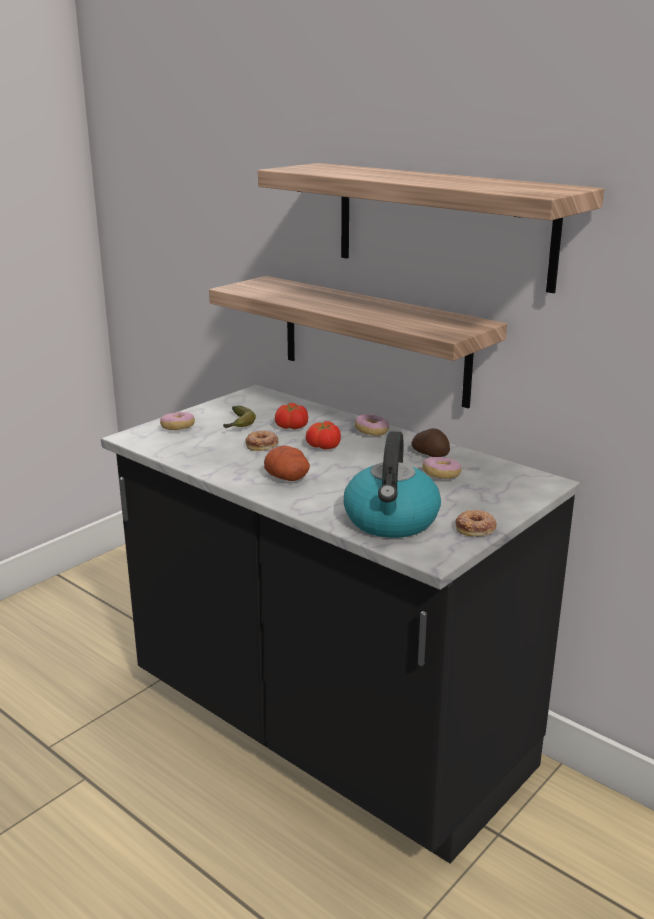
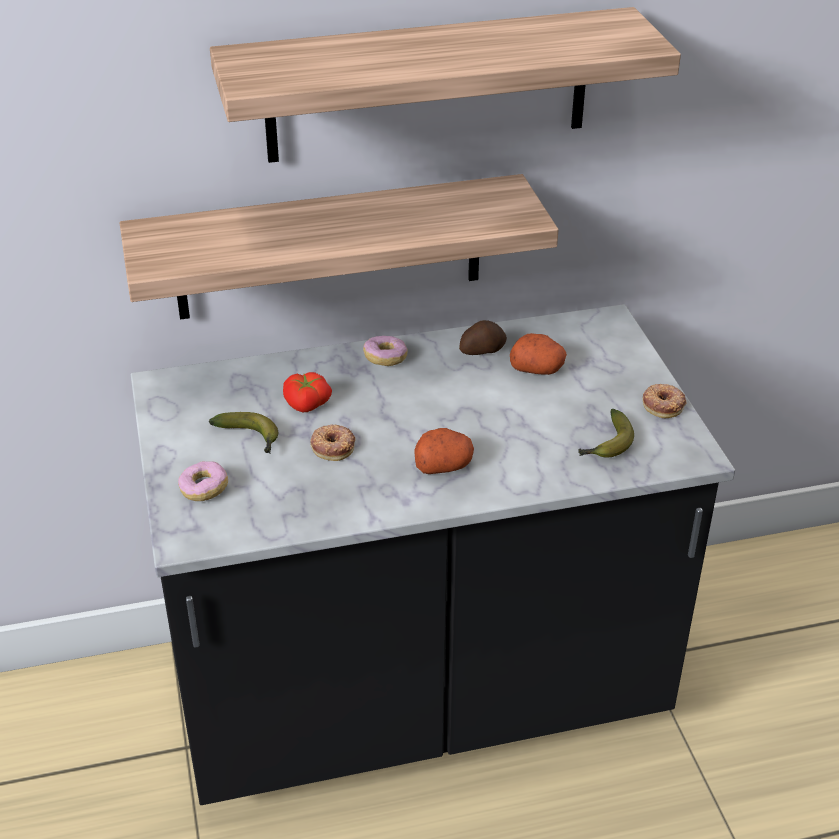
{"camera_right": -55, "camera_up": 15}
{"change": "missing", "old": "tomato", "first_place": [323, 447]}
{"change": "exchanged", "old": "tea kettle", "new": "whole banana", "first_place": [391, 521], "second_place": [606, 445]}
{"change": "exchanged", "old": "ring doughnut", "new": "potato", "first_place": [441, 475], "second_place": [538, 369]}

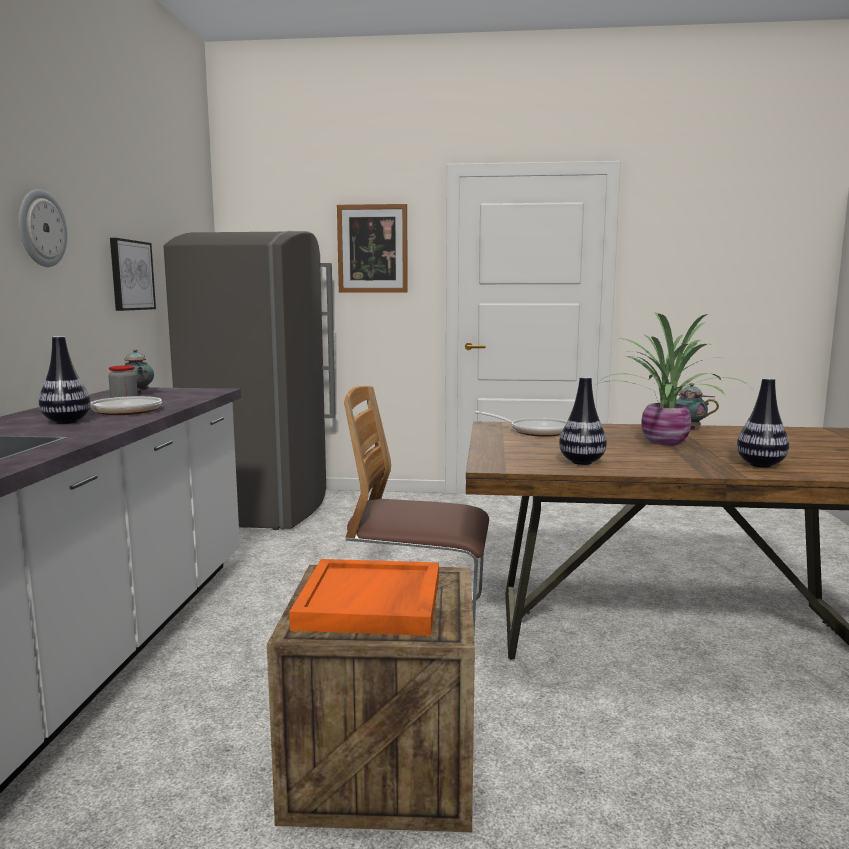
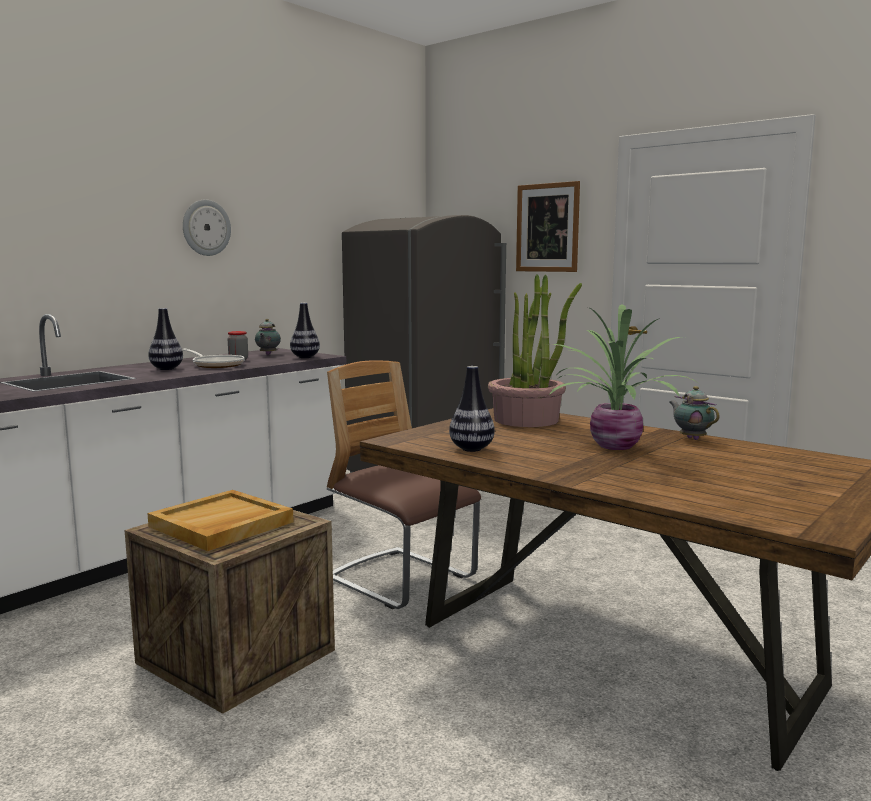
{"camera_right": 35, "camera_up": 0}
{"change": "missing", "old": "wall picture", "first_place": [131, 275]}
{"change": "relocated", "old": "vase", "first_place": [761, 465], "second_place": [305, 357]}
{"change": "exchanged", "old": "pan", "new": "houseplant", "first_place": [535, 431], "second_place": [527, 420]}
{"change": "colour", "old": "tray/orange-coloured", "new": "tray/beige", "first_place": [371, 602], "second_place": [221, 525]}

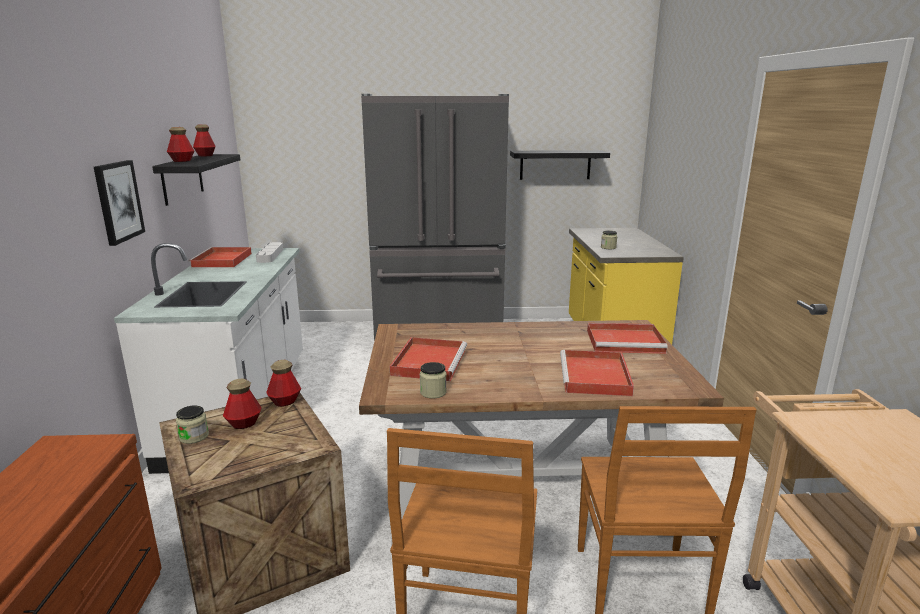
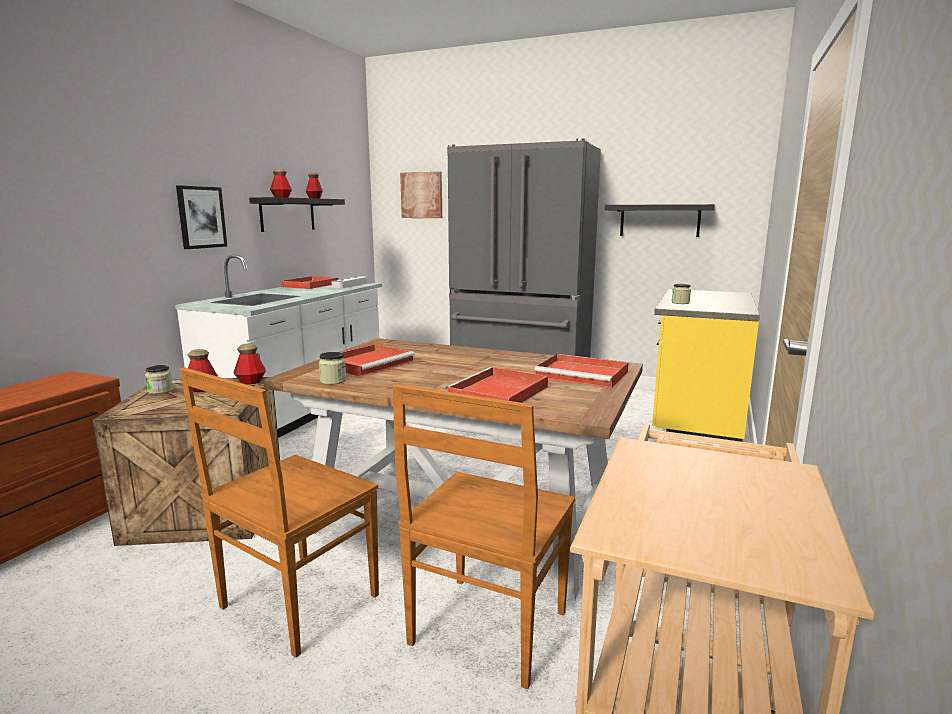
{"camera_right": 25, "camera_up": -5}
{"change": "appeared", "new": "wall picture", "second_place": [422, 195]}

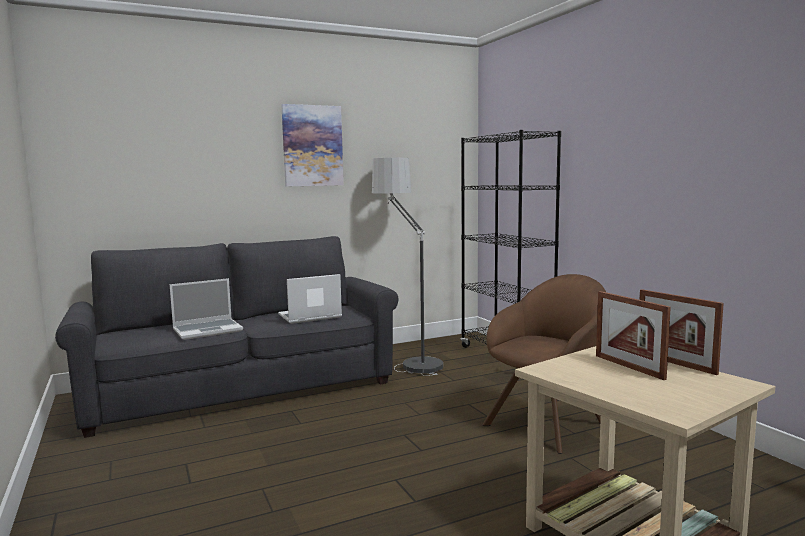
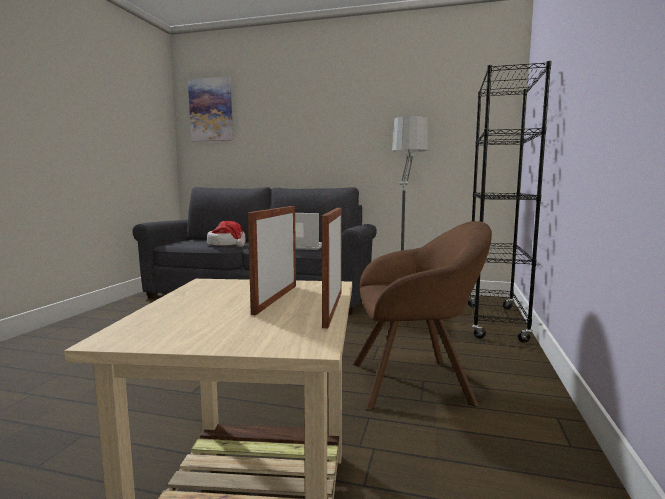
{"camera_right": 40, "camera_up": 0}
{"change": "relocated", "old": "wall picture", "first_place": [312, 146], "second_place": [211, 110]}
{"change": "exchanged", "old": "notebook computer", "new": "wearable hat", "first_place": [208, 330], "second_place": [227, 244]}

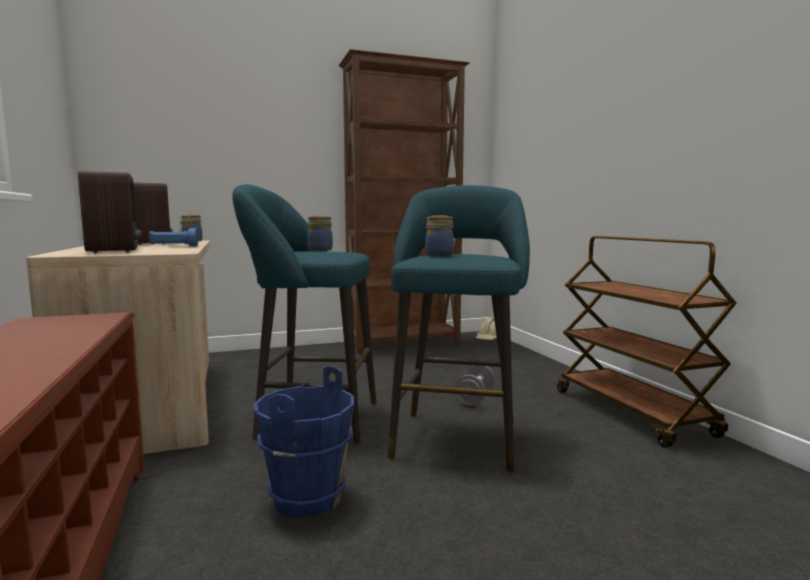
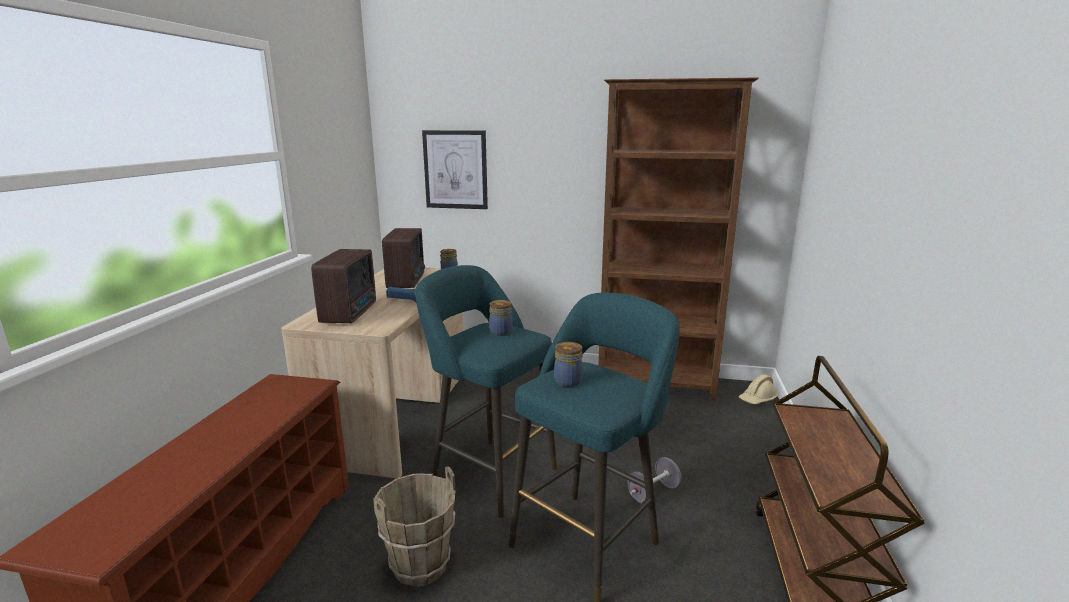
{"camera_right": 30, "camera_up": 10}
{"change": "appeared", "new": "wall picture", "second_place": [455, 170]}
{"change": "colour", "old": "water bucket/blue", "new": "water bucket/brown-coloured", "first_place": [306, 498], "second_place": [419, 565]}

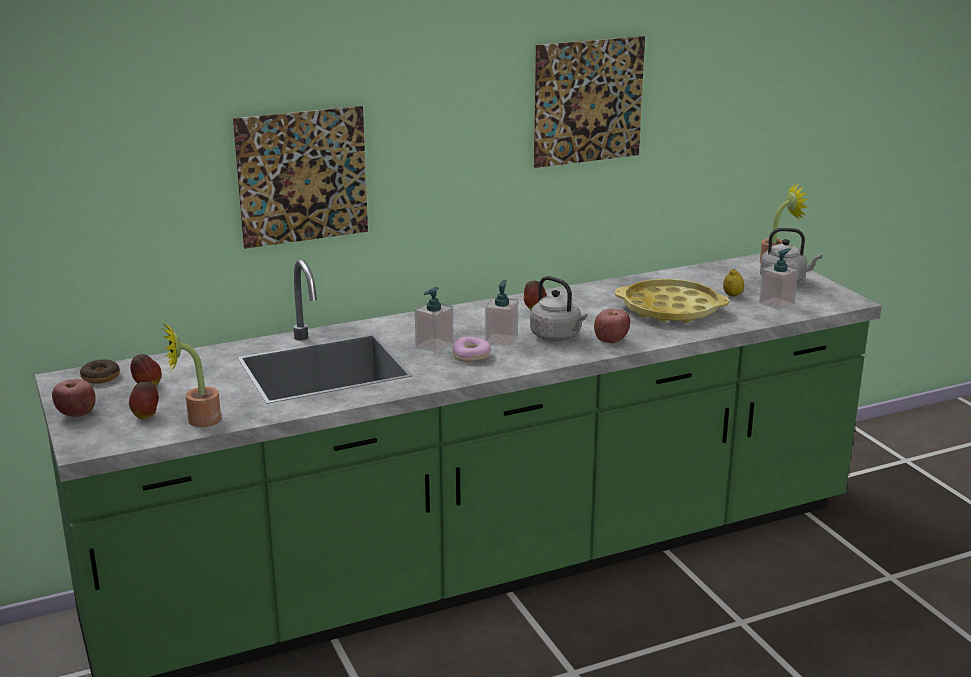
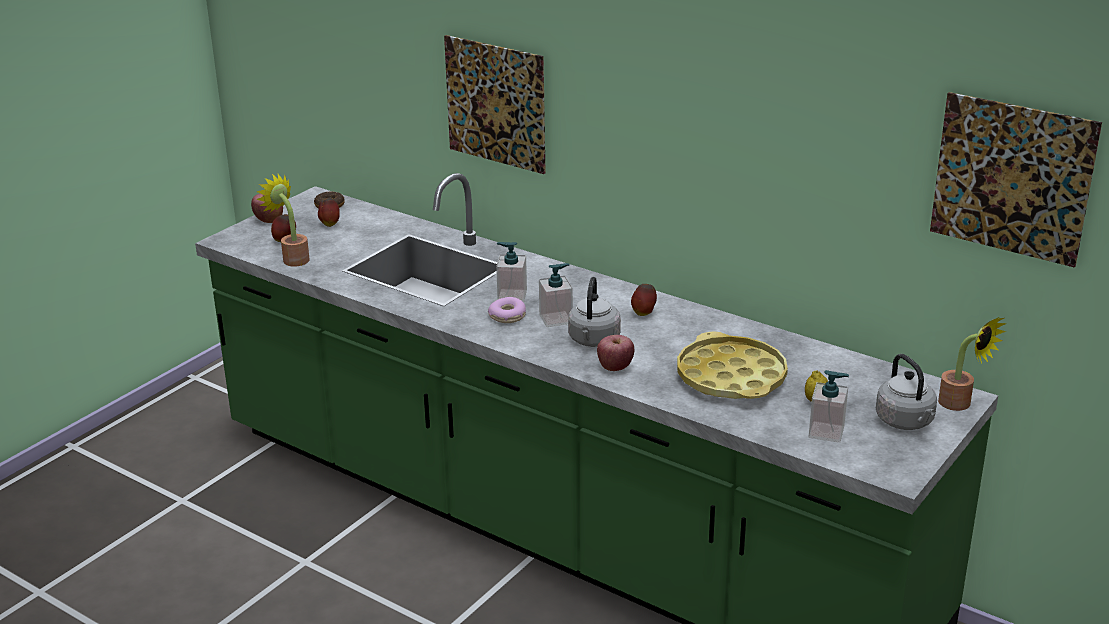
{"camera_right": 60, "camera_up": 5}
{"change": "relocated", "old": "wall picture", "first_place": [588, 101], "second_place": [1012, 178]}

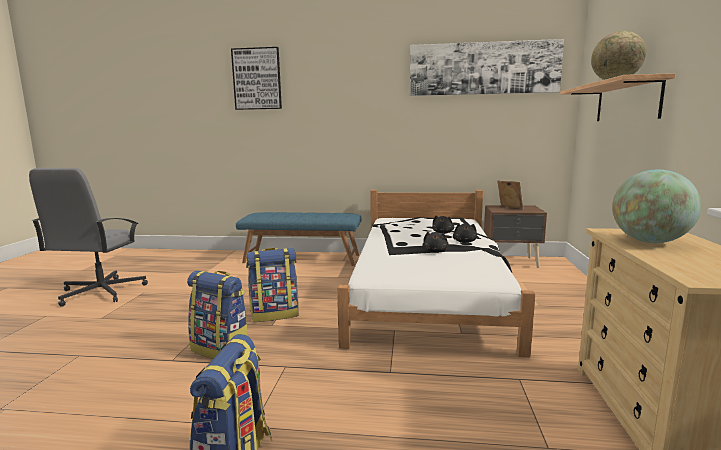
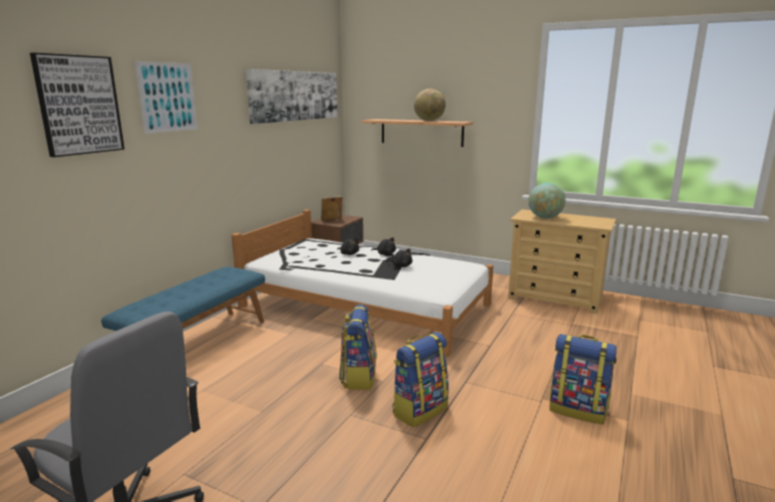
{"camera_right": -70, "camera_up": 5}
{"change": "appeared", "new": "wall picture", "second_place": [167, 97]}

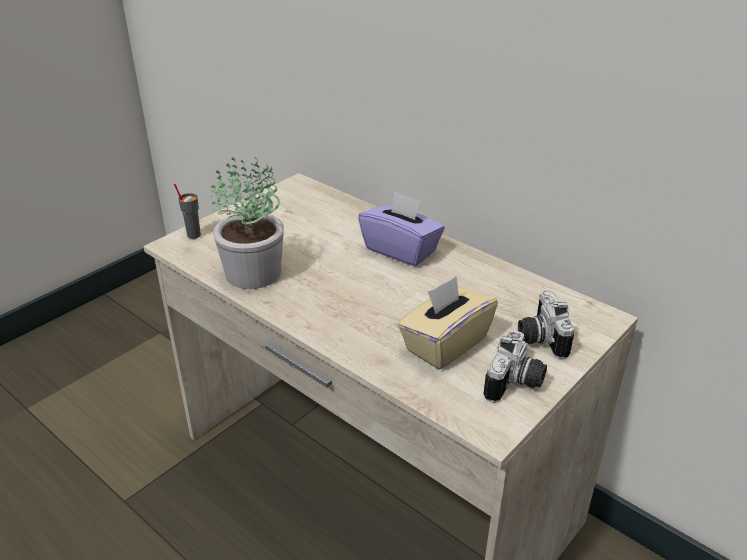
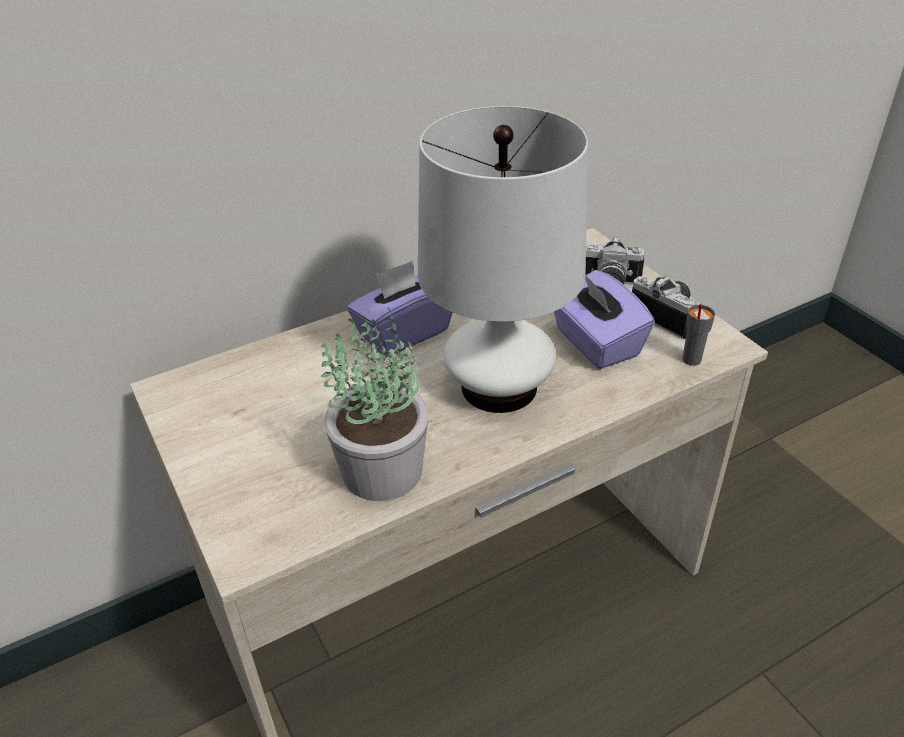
{"camera_right": -70, "camera_up": 5}
{"change": "appeared", "new": "lamp for a table/white-coloured", "second_place": [498, 387]}
{"change": "relocated", "old": "cup/grey", "first_place": [193, 235], "second_place": [691, 360]}
{"change": "colour", "old": "tissue box/beige", "new": "tissue box/purplish", "first_place": [445, 344], "second_place": [595, 343]}

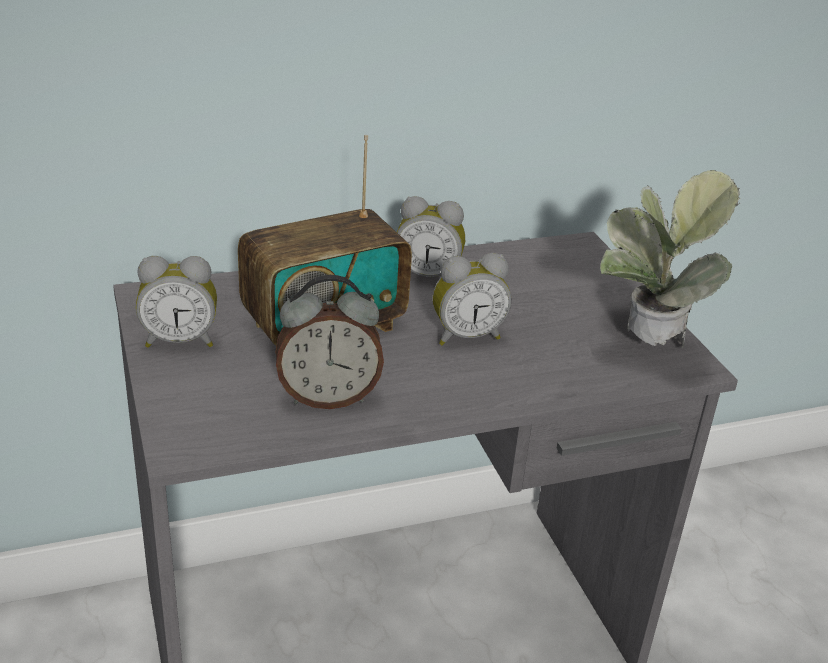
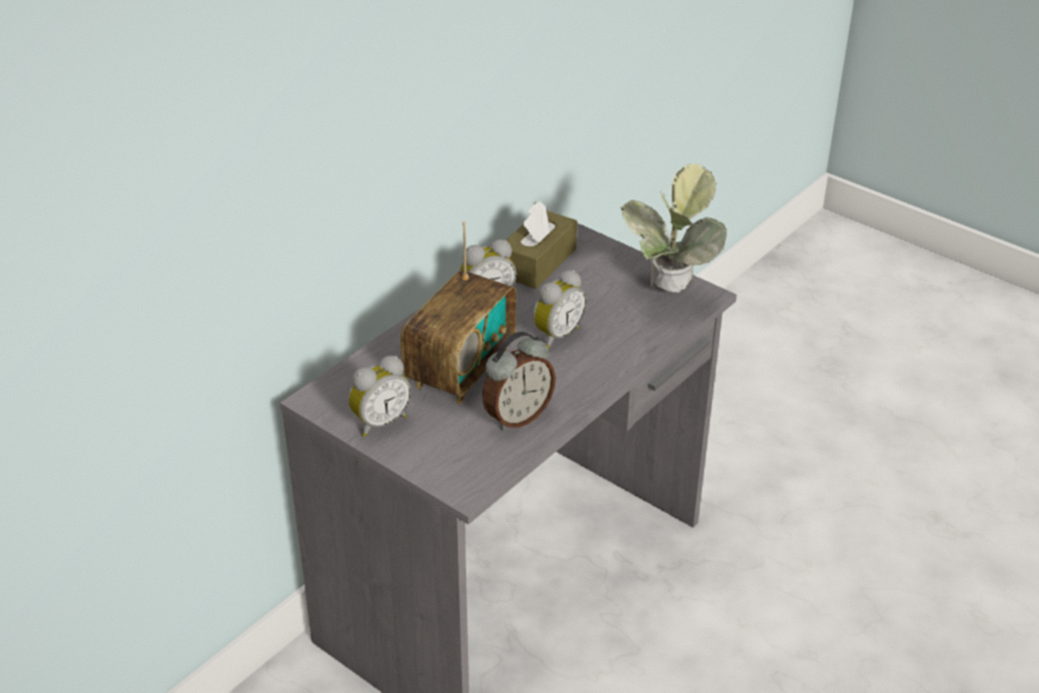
{"camera_right": -30, "camera_up": 5}
{"change": "appeared", "new": "tissue box/brown-coloured", "second_place": [537, 262]}

